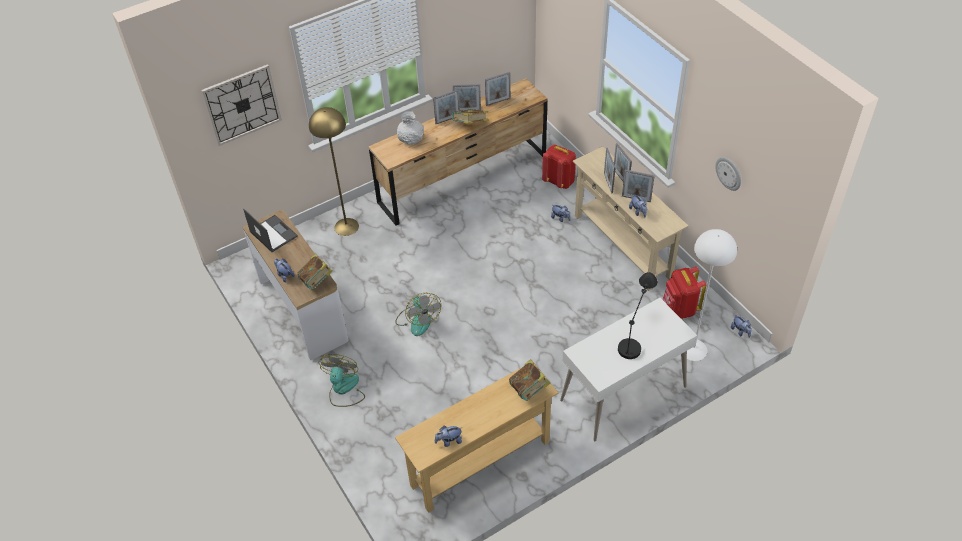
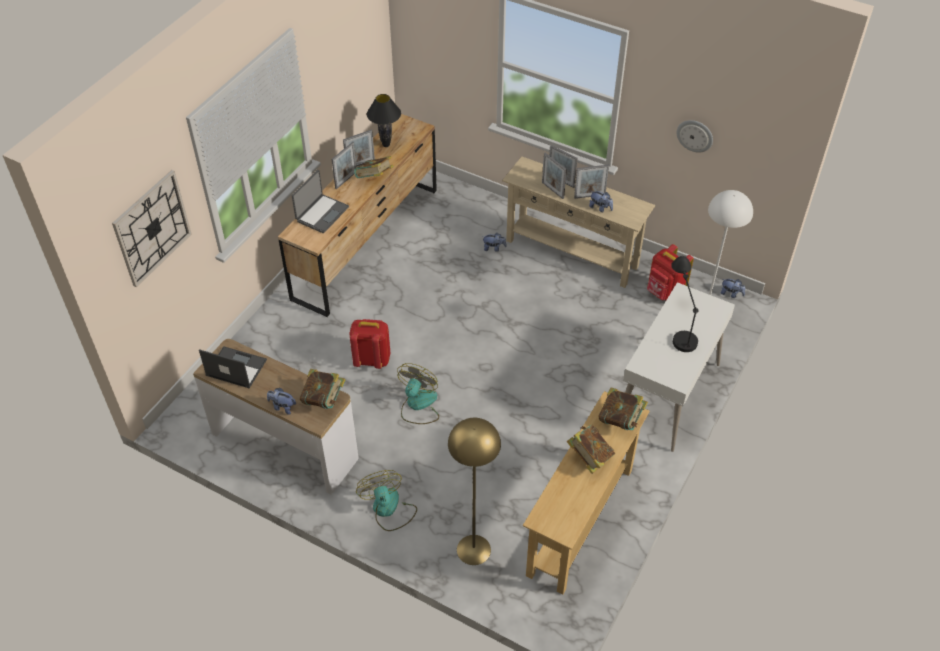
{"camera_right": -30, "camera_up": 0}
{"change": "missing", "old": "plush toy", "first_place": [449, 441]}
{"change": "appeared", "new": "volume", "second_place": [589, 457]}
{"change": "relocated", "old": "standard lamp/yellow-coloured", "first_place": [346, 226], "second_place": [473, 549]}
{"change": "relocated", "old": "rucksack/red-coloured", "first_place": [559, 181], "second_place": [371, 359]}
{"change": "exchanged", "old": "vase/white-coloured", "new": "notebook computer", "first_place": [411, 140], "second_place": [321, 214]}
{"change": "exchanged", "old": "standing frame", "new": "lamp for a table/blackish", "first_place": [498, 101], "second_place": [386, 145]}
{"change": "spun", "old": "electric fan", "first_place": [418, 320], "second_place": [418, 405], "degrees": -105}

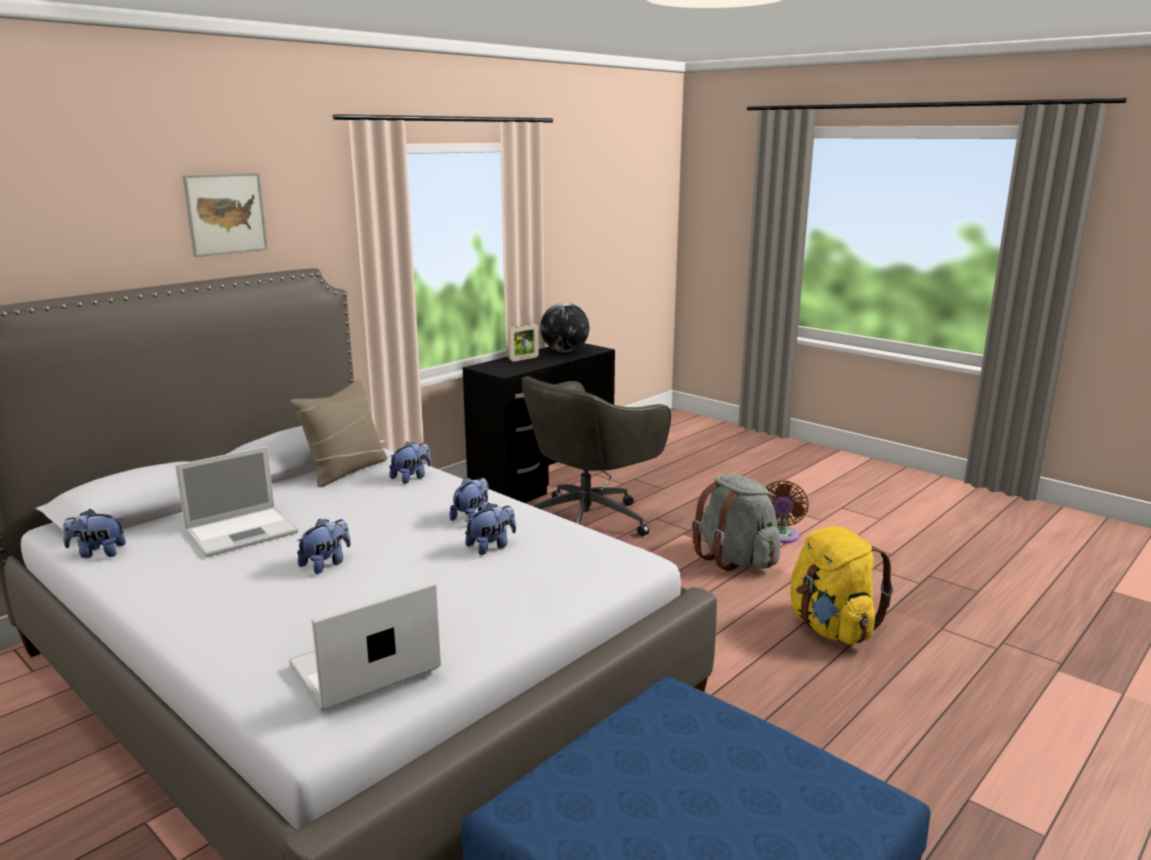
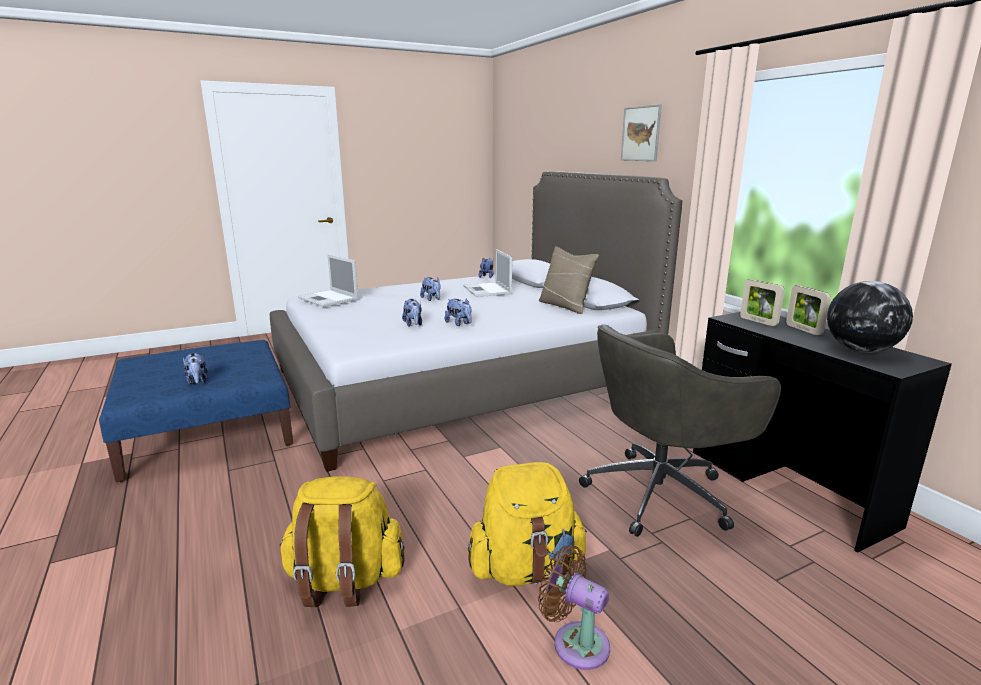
{"camera_right": 110, "camera_up": 0}
{"change": "appeared", "new": "standing frame", "second_place": [758, 321]}
{"change": "relocated", "old": "plush toy", "first_place": [411, 478], "second_place": [197, 381]}
{"change": "colour", "old": "rucksack/grey", "new": "rucksack/yellow-coloured", "first_place": [735, 559], "second_place": [526, 569]}
{"change": "spun", "old": "notebook computer", "first_place": [362, 669], "second_place": [329, 299], "degrees": 150}
{"change": "spun", "old": "computer chair/grey", "first_place": [589, 520], "second_place": [661, 493], "degrees": -90}

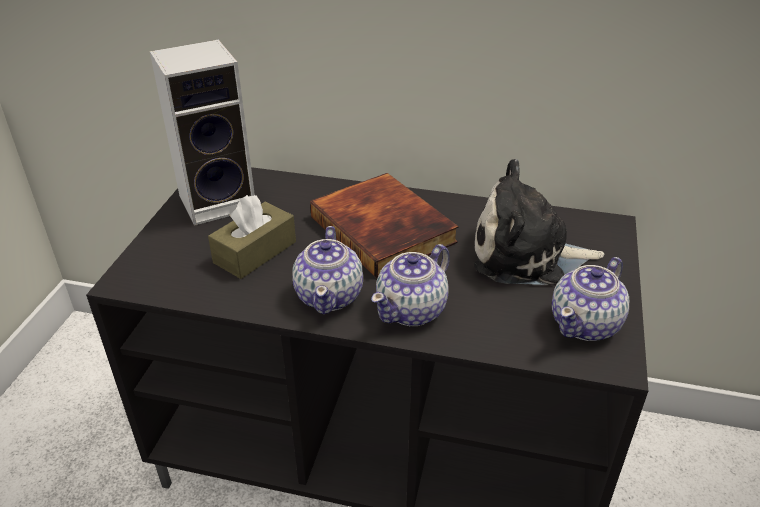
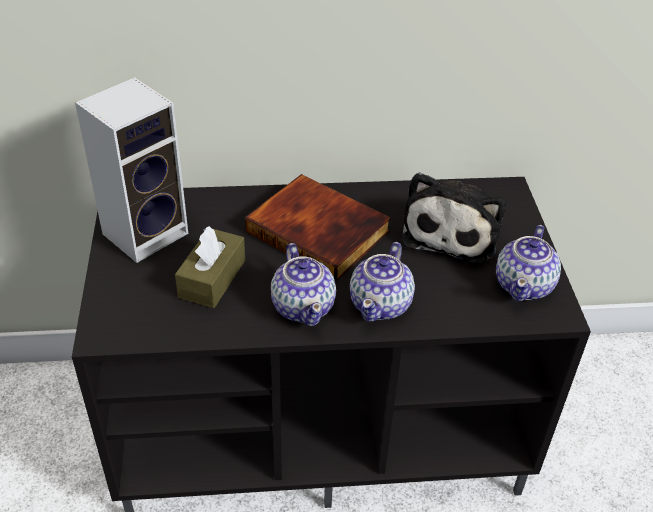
{"camera_right": -20, "camera_up": 5}
{"change": "spun", "old": "plush toy", "first_place": [526, 254], "second_place": [452, 231], "degrees": -60}

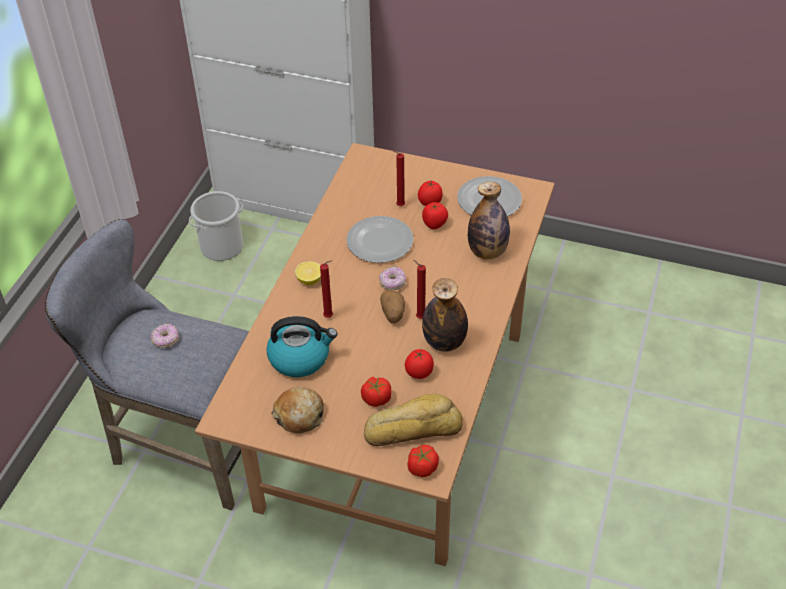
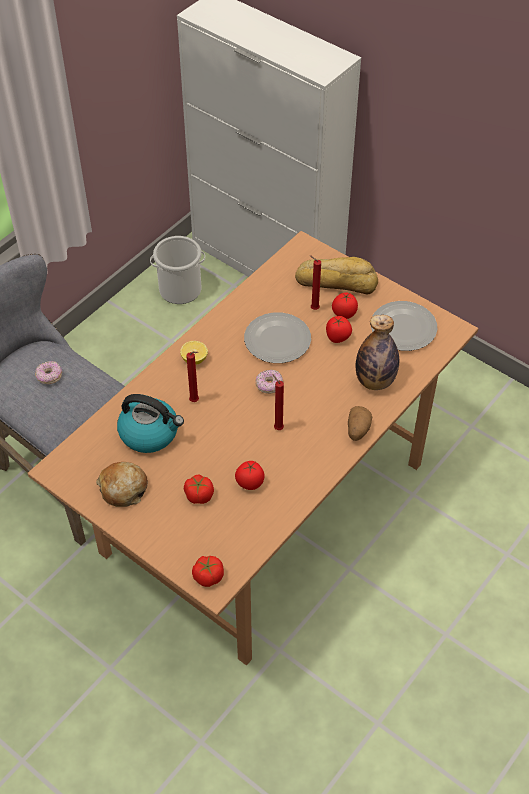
{"camera_right": 20, "camera_up": 5}
{"change": "missing", "old": "bottle", "first_place": [444, 342]}
{"change": "relocated", "old": "bread", "first_place": [412, 427], "second_place": [336, 281]}
{"change": "relocated", "old": "potato", "first_place": [393, 314], "second_place": [357, 430]}

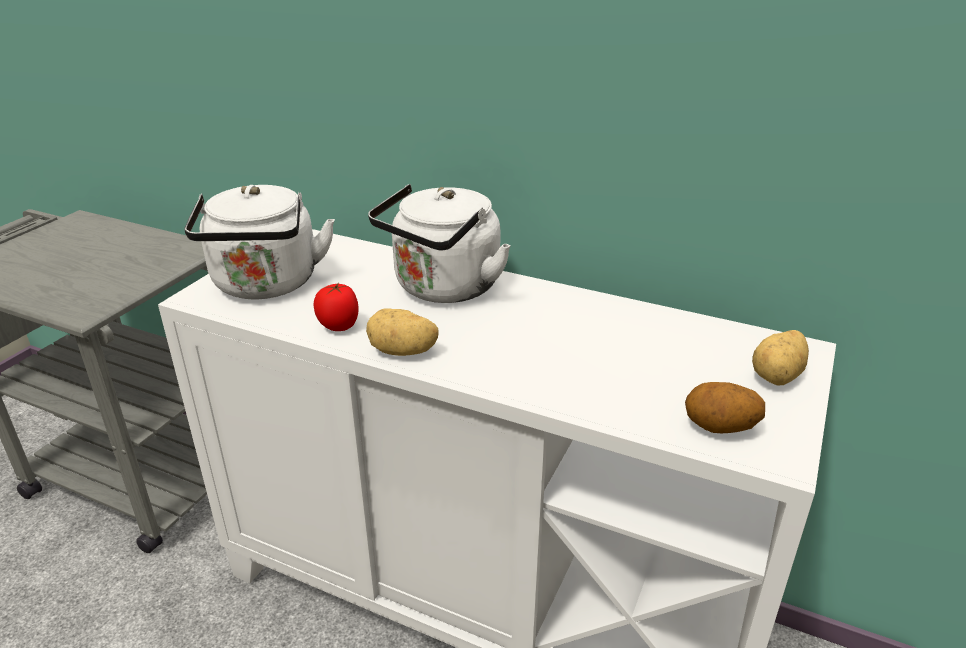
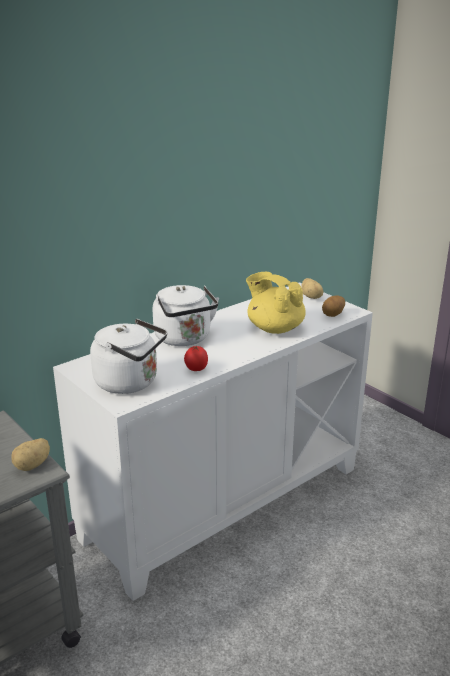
{"camera_right": -65, "camera_up": -5}
{"change": "appeared", "new": "pot for tea/yellow-coloured", "second_place": [274, 328]}
{"change": "relocated", "old": "potato", "first_place": [402, 352], "second_place": [33, 465]}

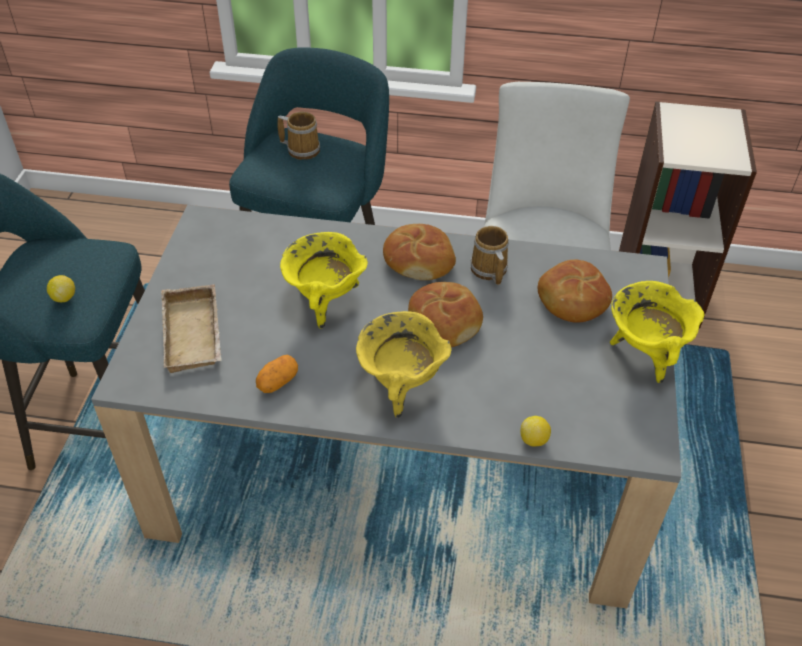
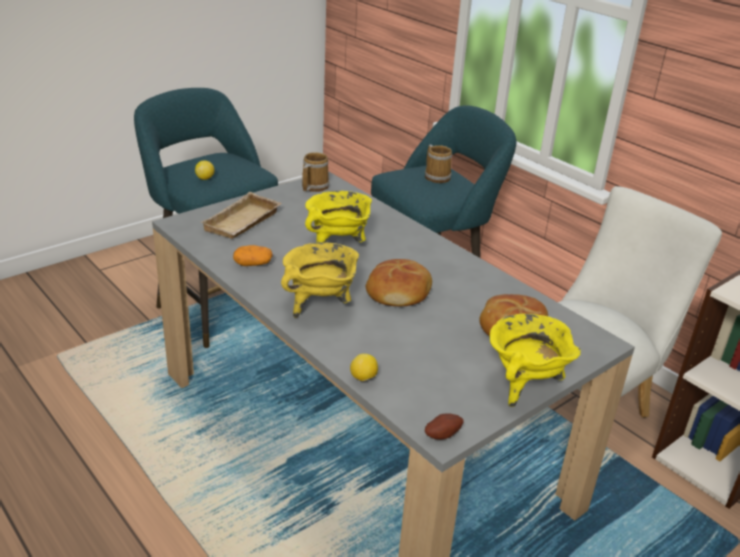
{"camera_right": 40, "camera_up": -15}
{"change": "missing", "old": "bread", "first_place": [418, 260]}
{"change": "appeared", "new": "potato", "second_place": [442, 434]}
{"change": "relocated", "old": "coffee mug", "first_place": [488, 270], "second_place": [313, 186]}

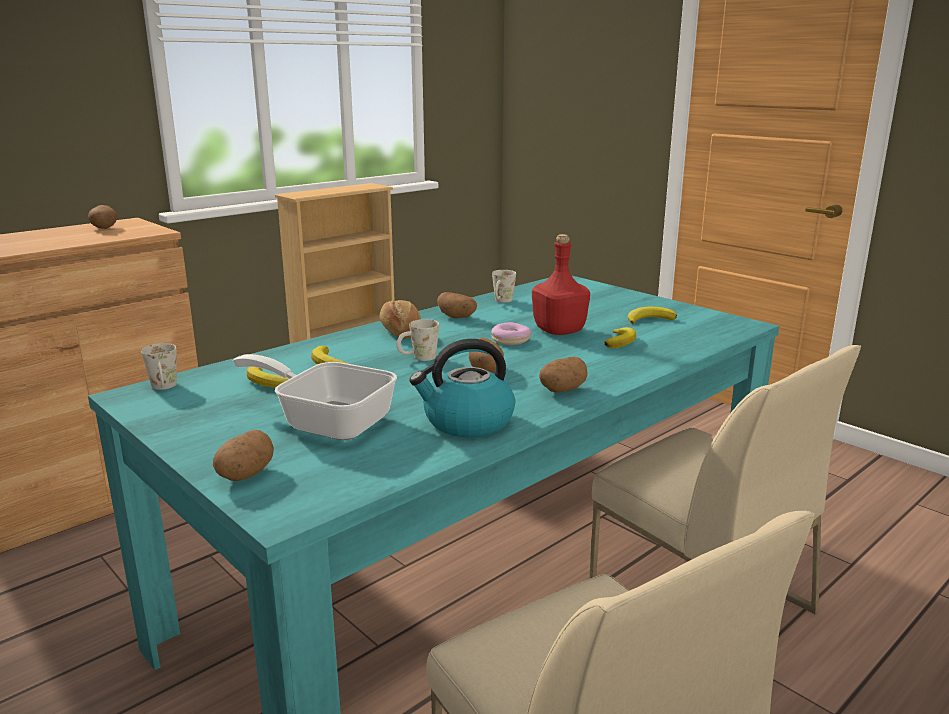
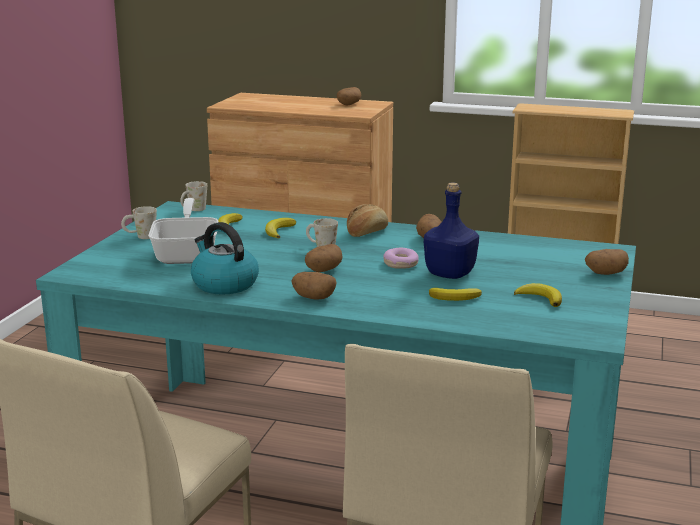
{"camera_right": 60, "camera_up": 0}
{"change": "relocated", "old": "potato", "first_place": [244, 475], "second_place": [605, 273]}
{"change": "relocated", "old": "coffee mug/white-coloured", "first_place": [502, 302], "second_place": [140, 237]}
{"change": "colour", "old": "bottle/red-coloured", "new": "bottle/blue", "first_place": [558, 330], "second_place": [450, 273]}

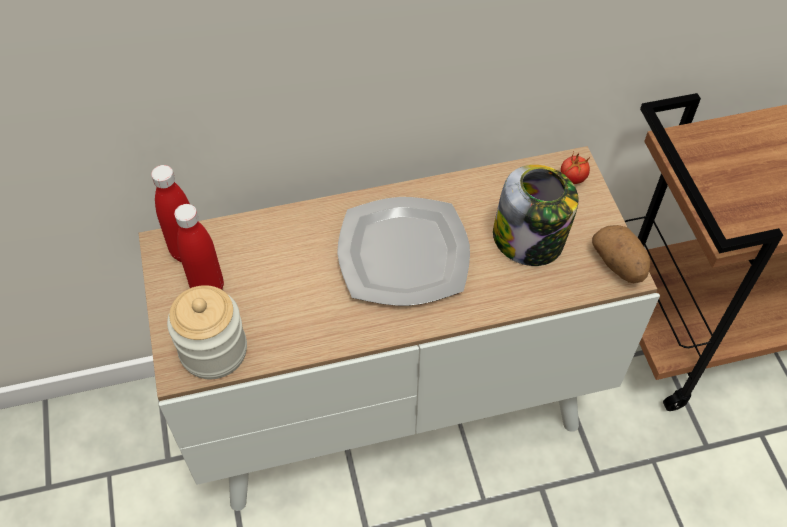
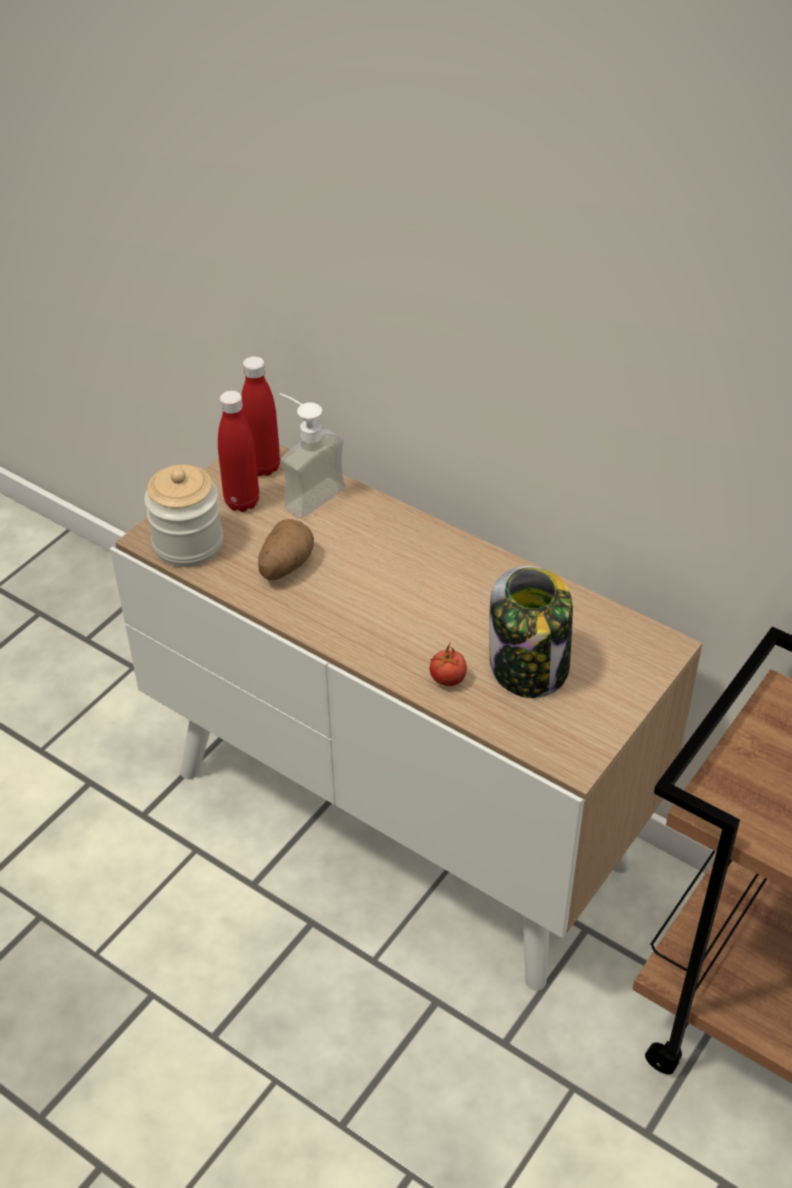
{"camera_right": 50, "camera_up": -10}
{"change": "missing", "old": "flat dish", "first_place": [402, 255]}
{"change": "appeared", "new": "soap bottle", "second_place": [305, 492]}
{"change": "relocated", "old": "tomato", "first_place": [572, 179], "second_place": [447, 679]}
{"change": "relocated", "old": "potato", "first_place": [619, 264], "second_place": [285, 566]}

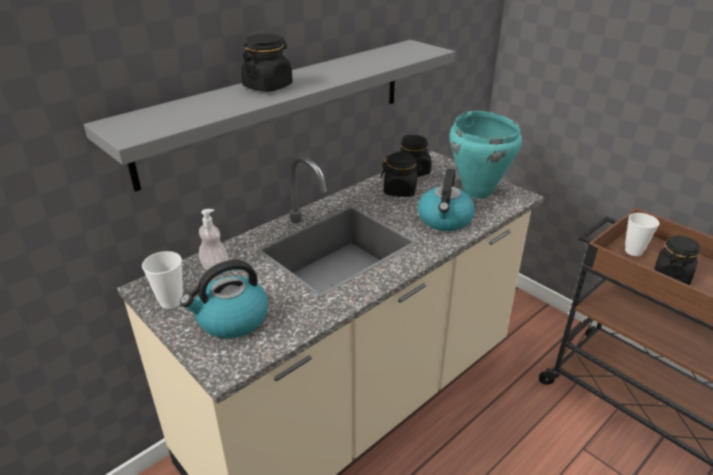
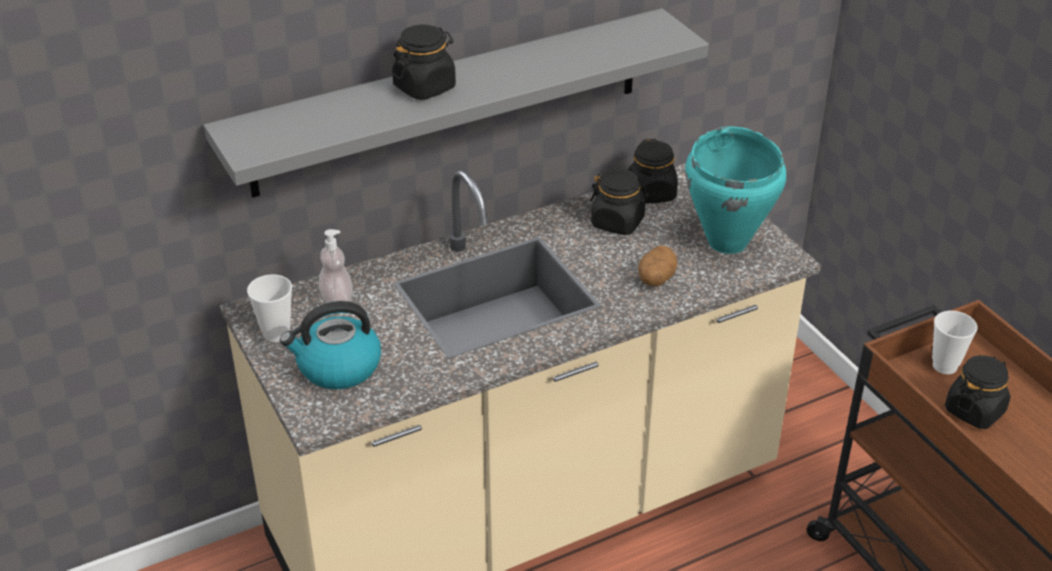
{"camera_right": 15, "camera_up": 5}
{"change": "exchanged", "old": "tea kettle", "new": "potato", "first_place": [445, 220], "second_place": [655, 279]}

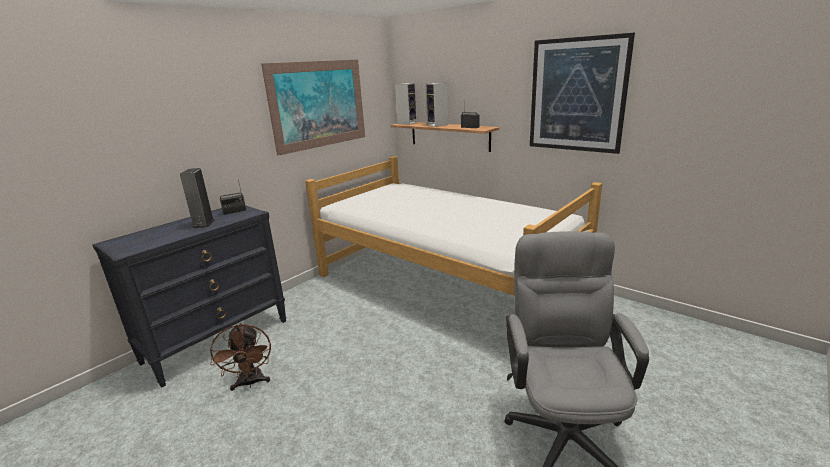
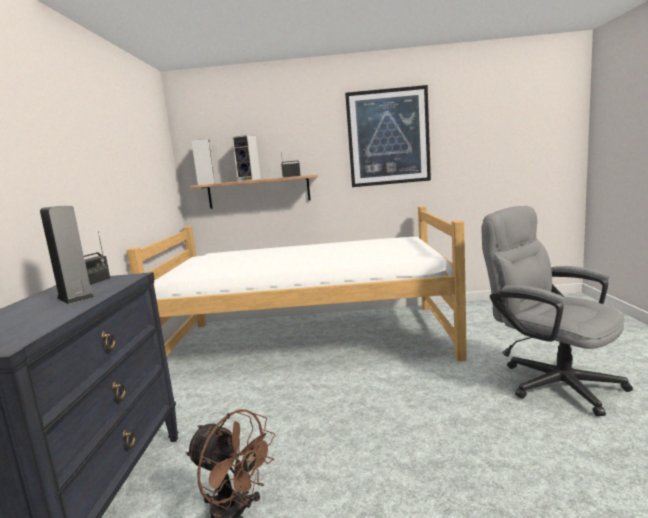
{"camera_right": -40, "camera_up": -10}
{"change": "missing", "old": "wall picture", "first_place": [319, 104]}

